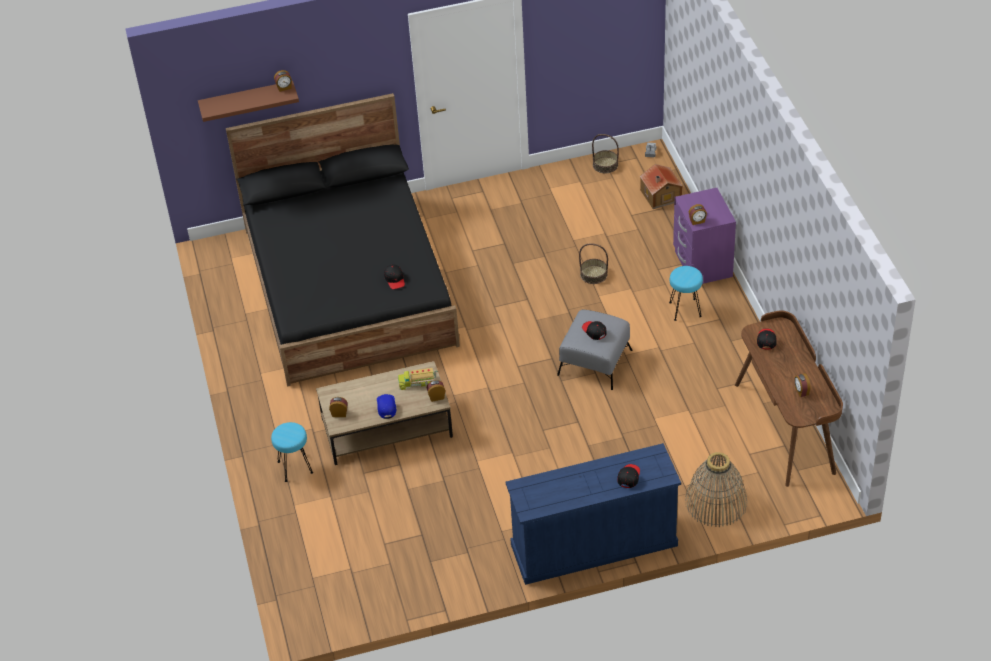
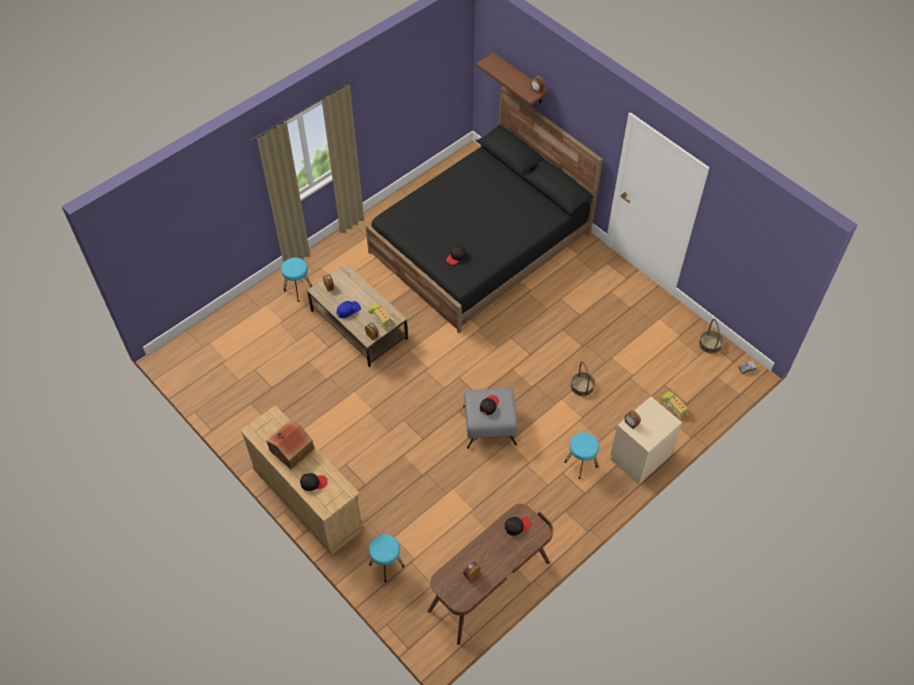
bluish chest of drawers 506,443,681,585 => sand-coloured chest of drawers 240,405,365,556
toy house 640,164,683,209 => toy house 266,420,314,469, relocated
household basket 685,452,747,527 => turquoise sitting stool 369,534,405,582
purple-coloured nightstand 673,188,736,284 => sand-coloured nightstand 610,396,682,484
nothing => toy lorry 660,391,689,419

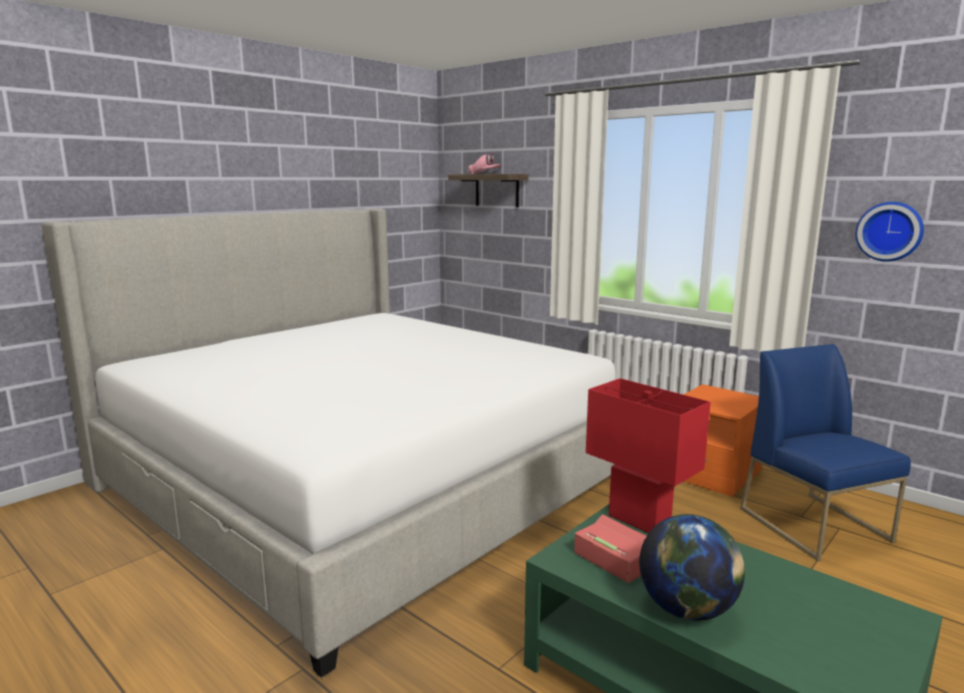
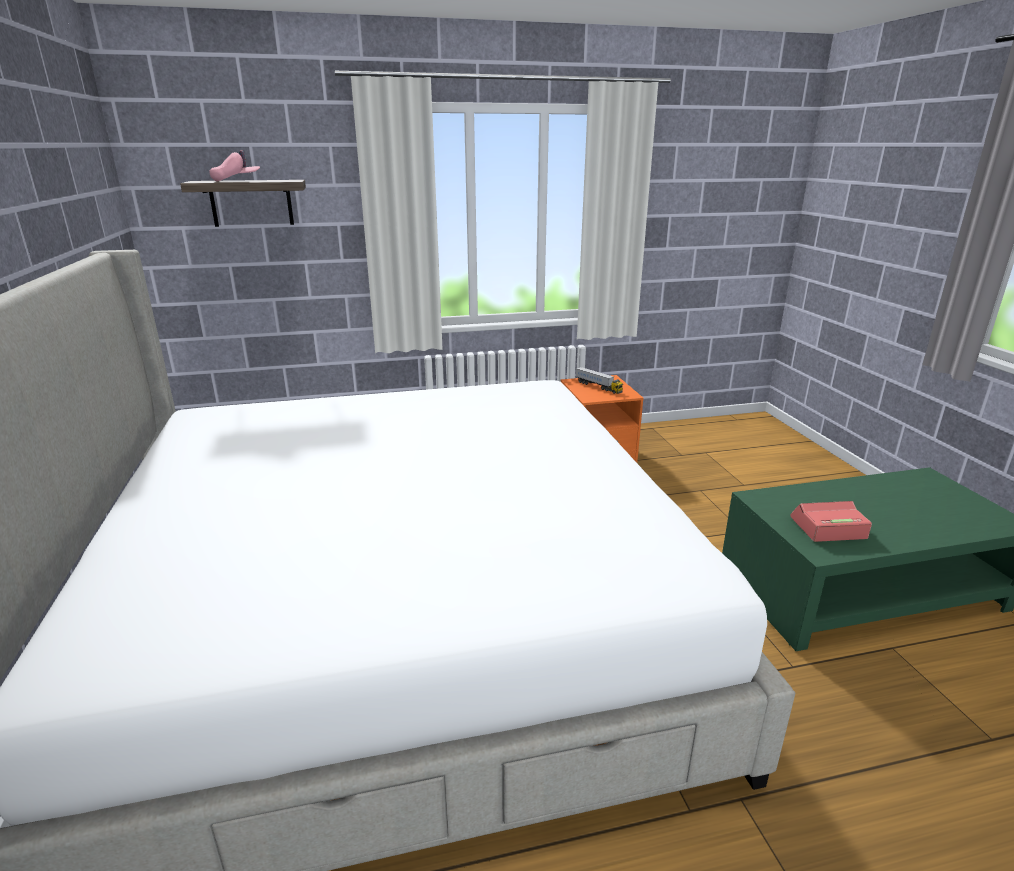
nothing => toy lorry 575,367,623,394
red-coloured table lamp 586,378,711,533 => nothing
world globe 639,514,745,621 => nothing
bluish chair 740,344,911,561 => nothing
wall clock 856,202,924,262 => nothing

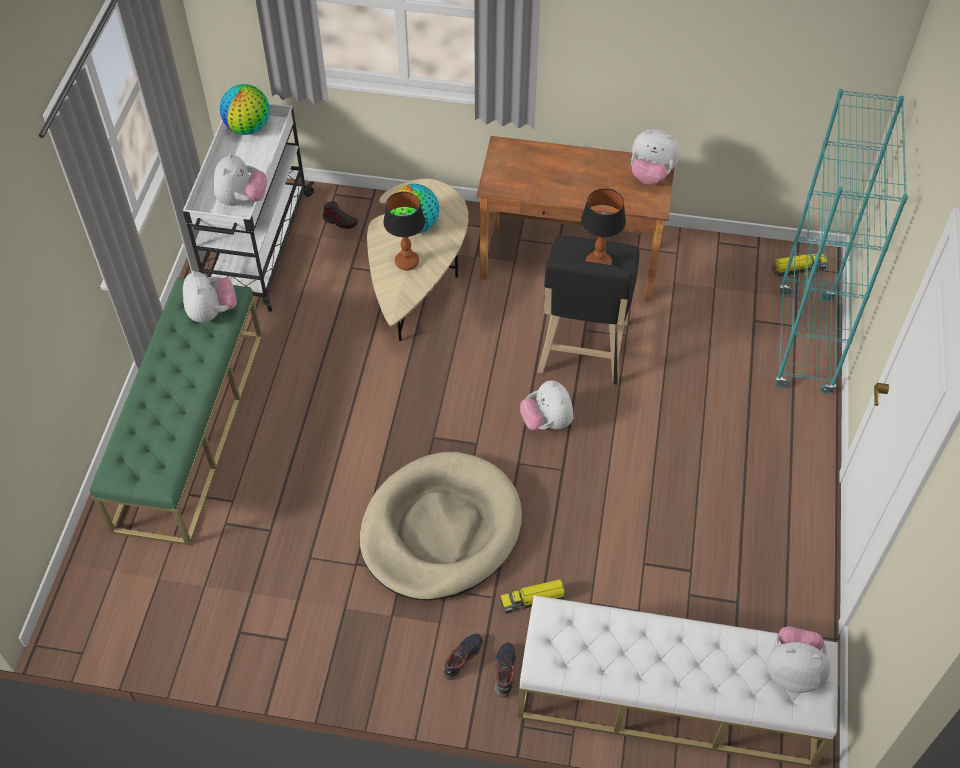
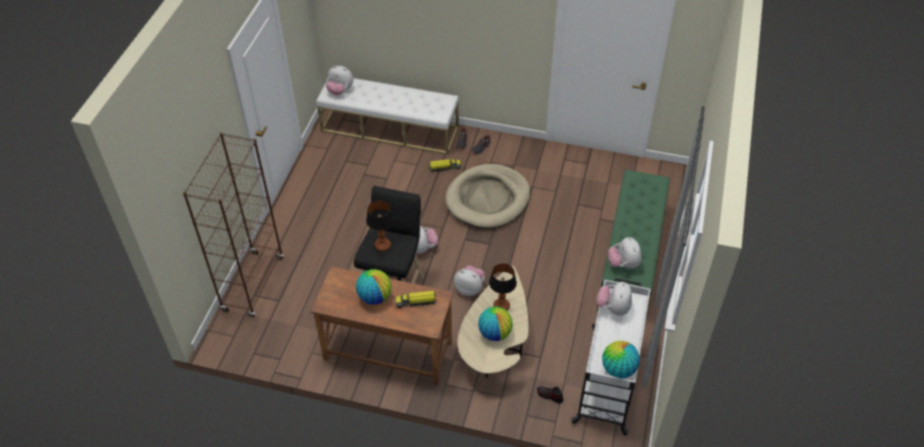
turquoise bookcase 775,89,908,394 => brown-coloured bookcase 183,132,284,318
nothing => world globe 356,269,391,305
toy lorry 772,252,828,277 => toy lorry 396,291,437,308, relocated
cuddly toy 631,129,680,185 => cuddly toy 454,266,485,296, relocated

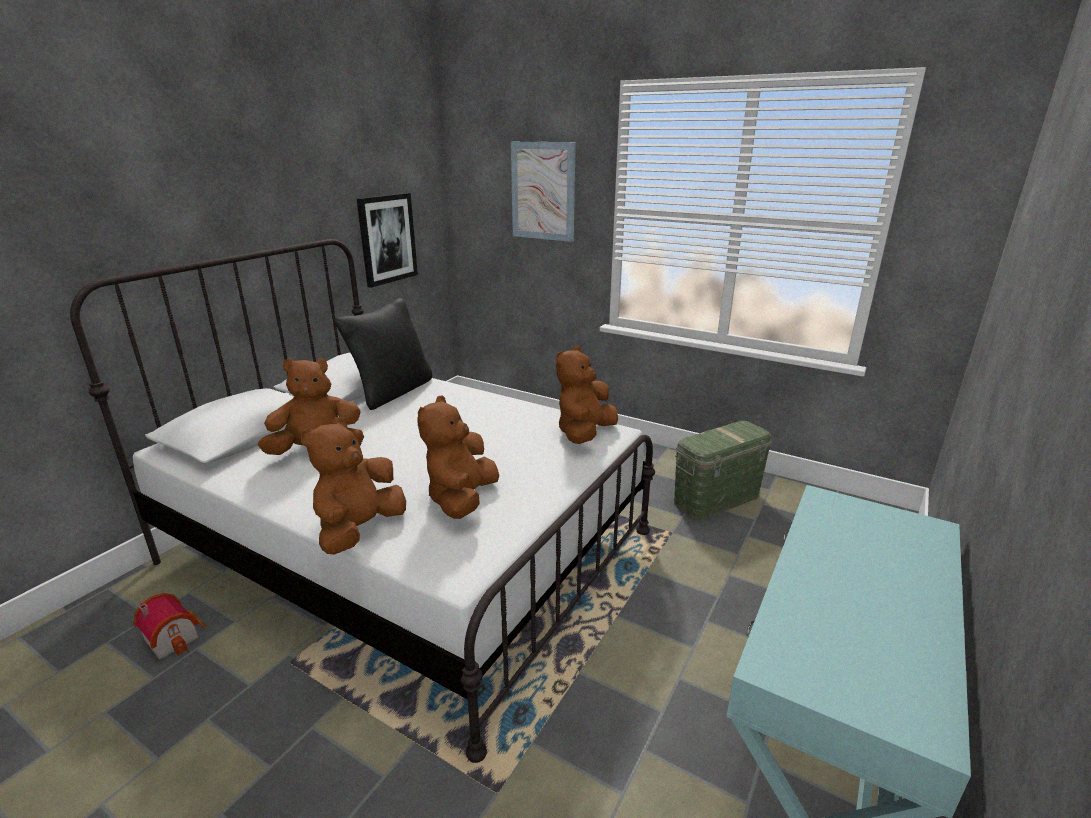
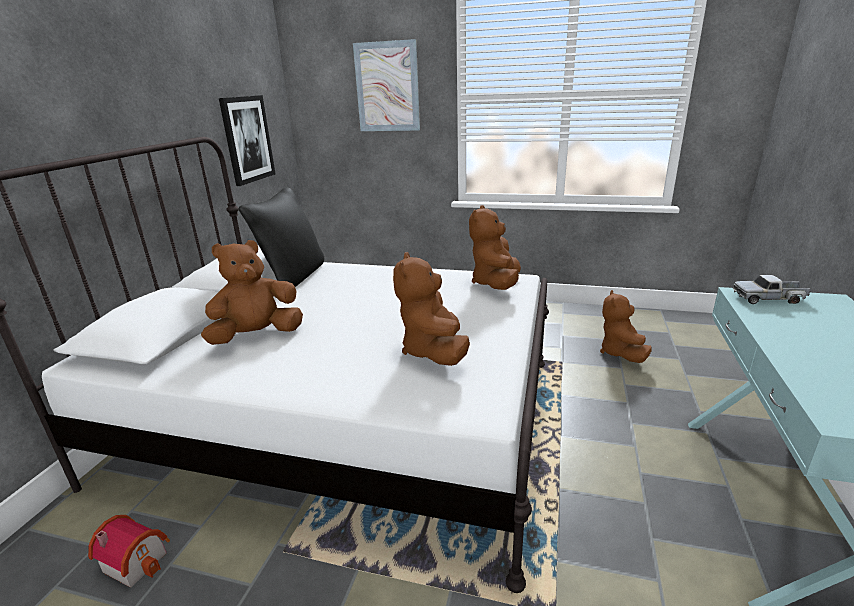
brown-coloured cuddly toy 300,417,406,555 => brown-coloured cuddly toy 600,290,652,363, relocated
nothing => toy lorry 733,275,811,304
green-coloured storage box 674,421,772,520 => nothing

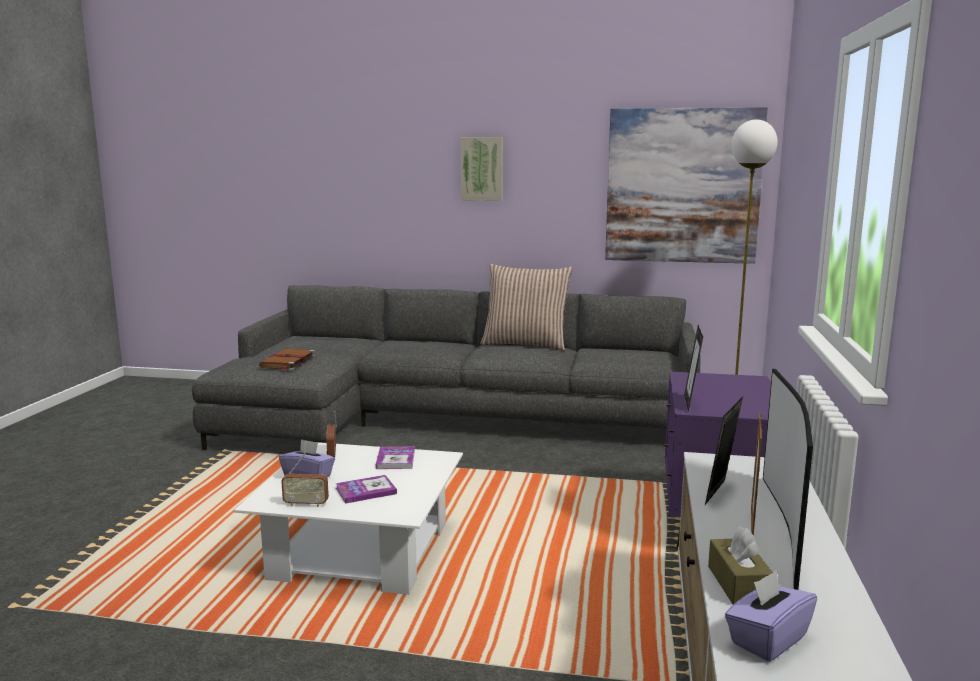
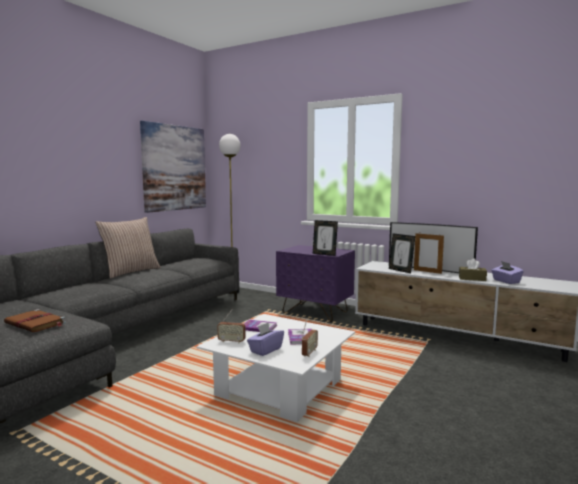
wall art 460,137,503,201 => nothing

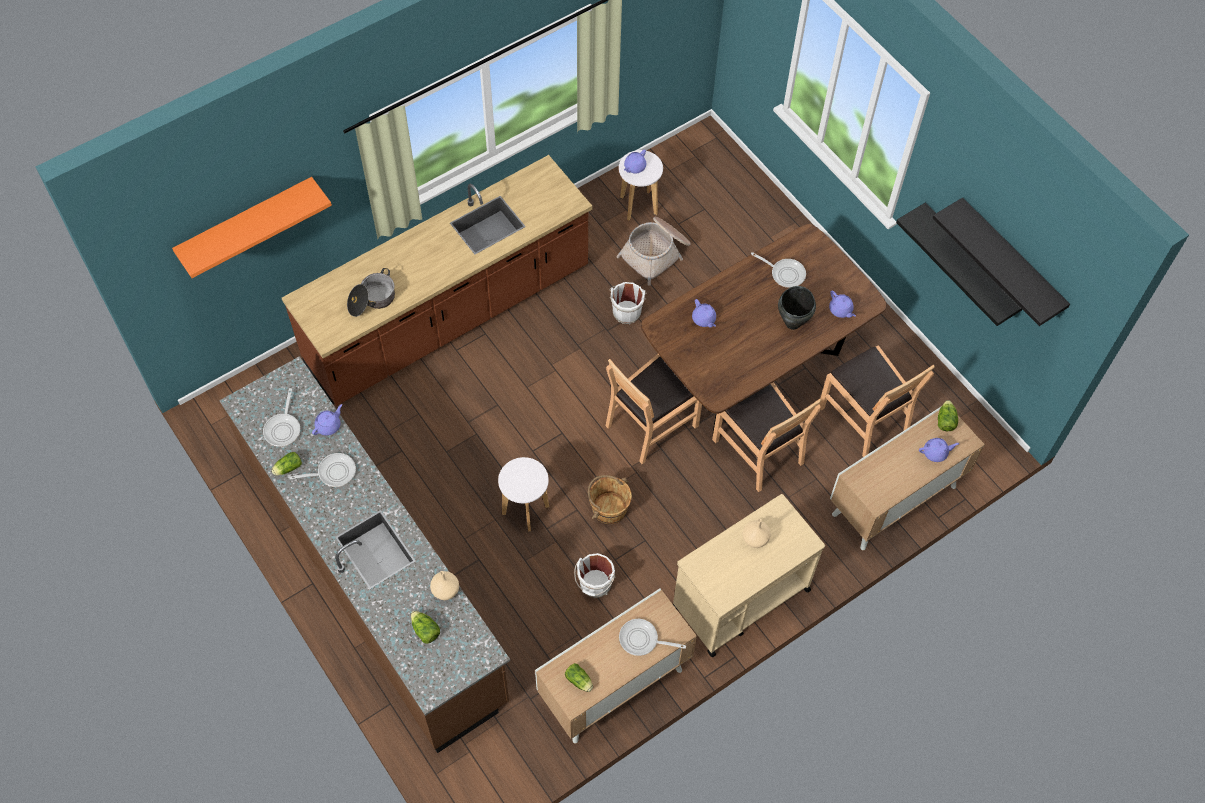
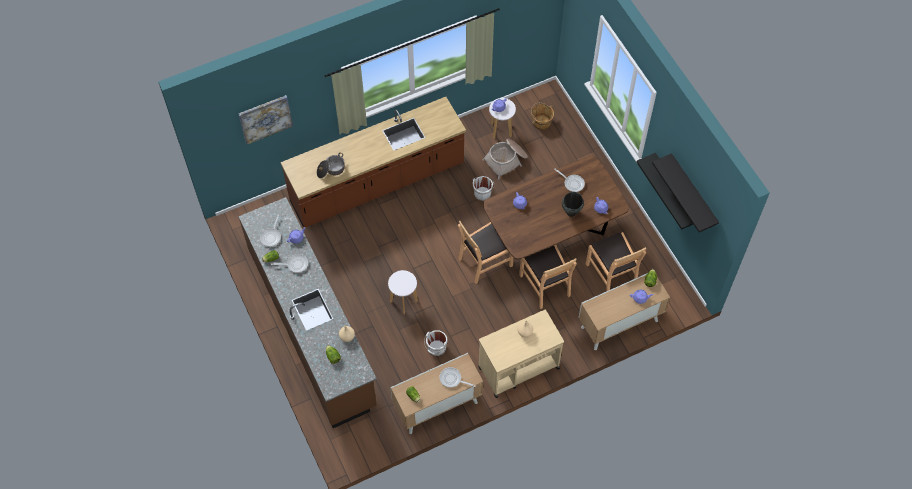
orange-coloured shelf 172,177,332,278 => wall art 239,95,293,144
brown-coloured water bucket 588,475,632,524 => brown-coloured water bucket 531,103,554,130, relocated

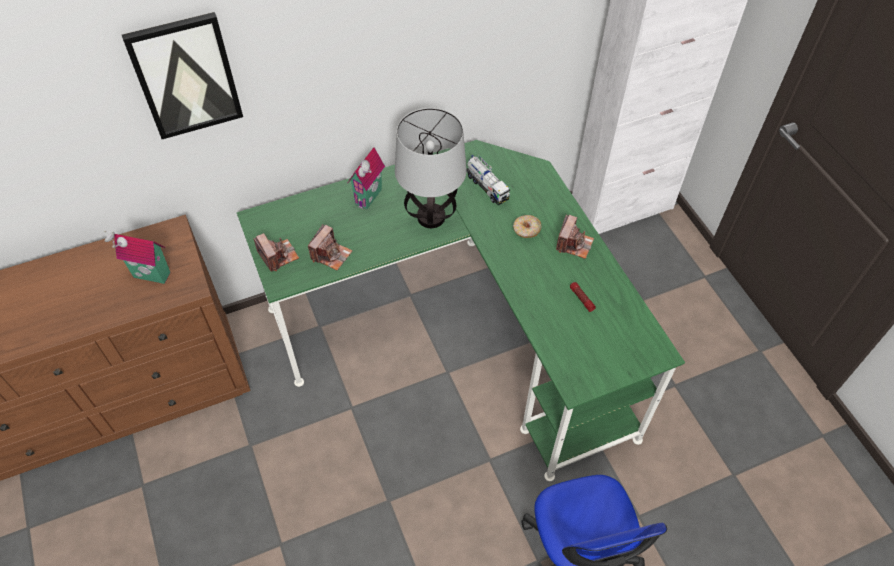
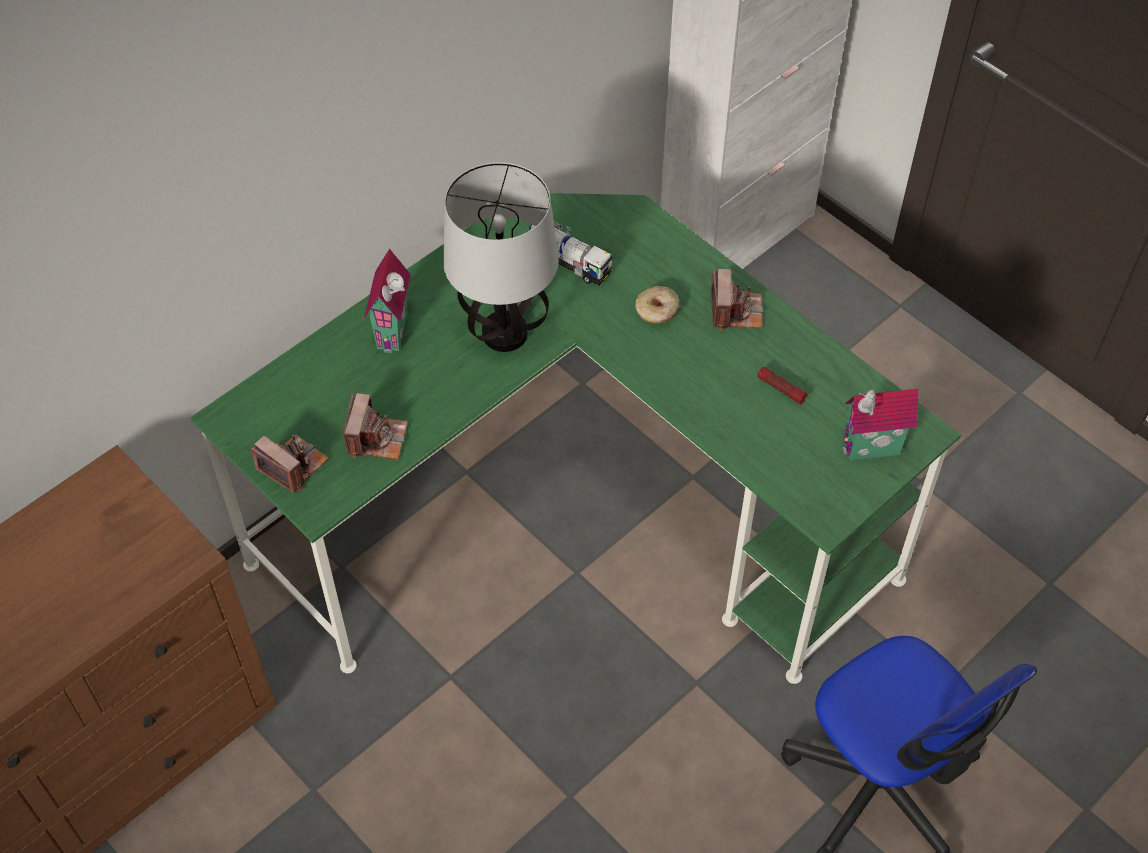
toy house 104,231,171,284 => toy house 842,389,919,461, relocated
wall art 122,12,243,139 => nothing

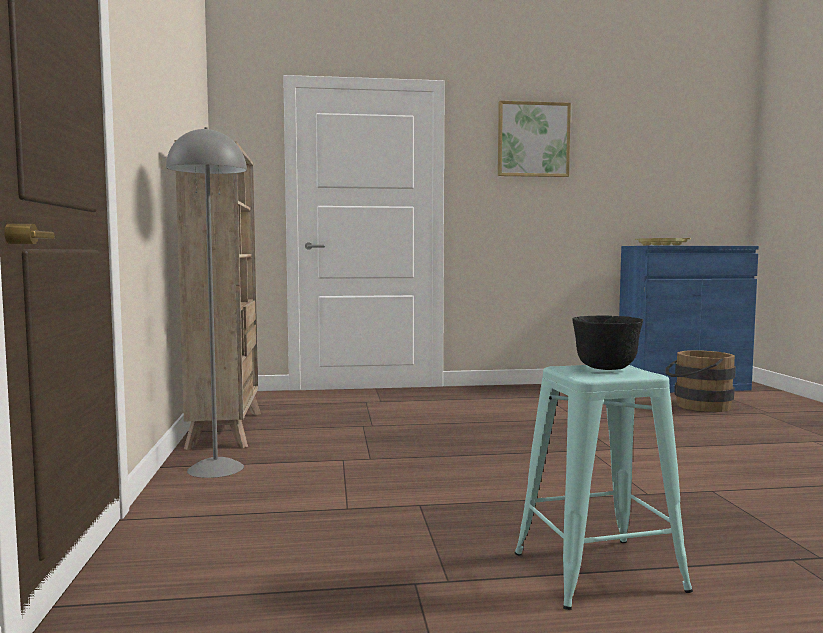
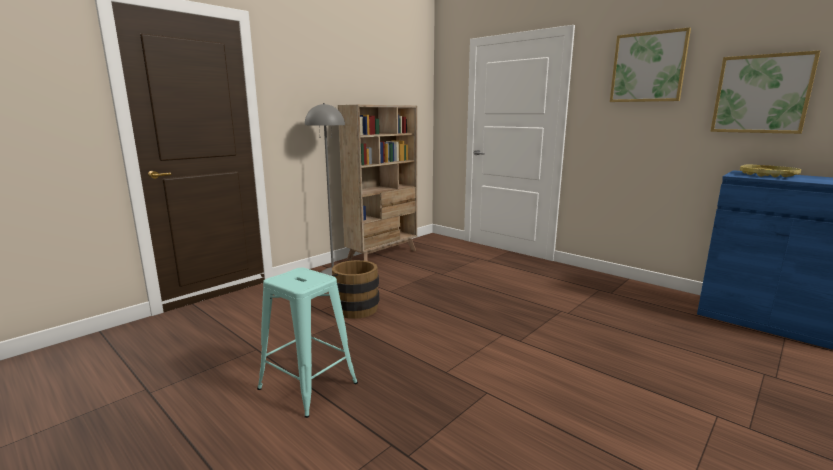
brown-coloured water bucket 665,350,736,412 => brown-coloured water bucket 332,260,379,319, relocated
nothing => wall art 710,50,820,134
black-coloured deep dish 573,316,643,370 => nothing

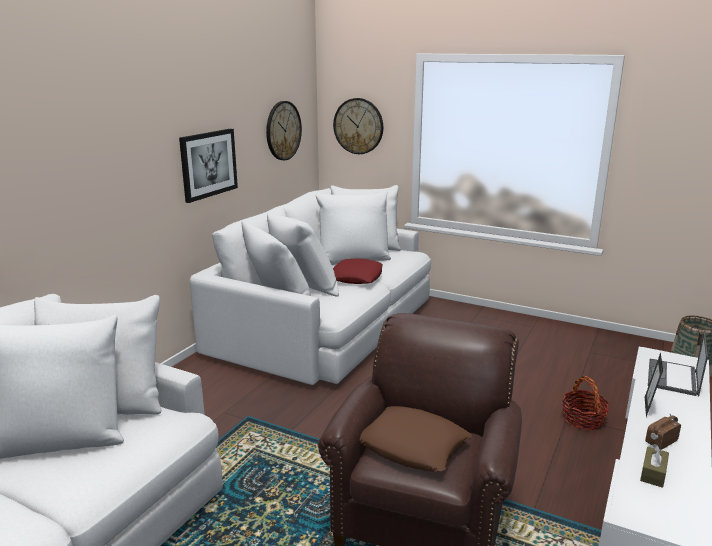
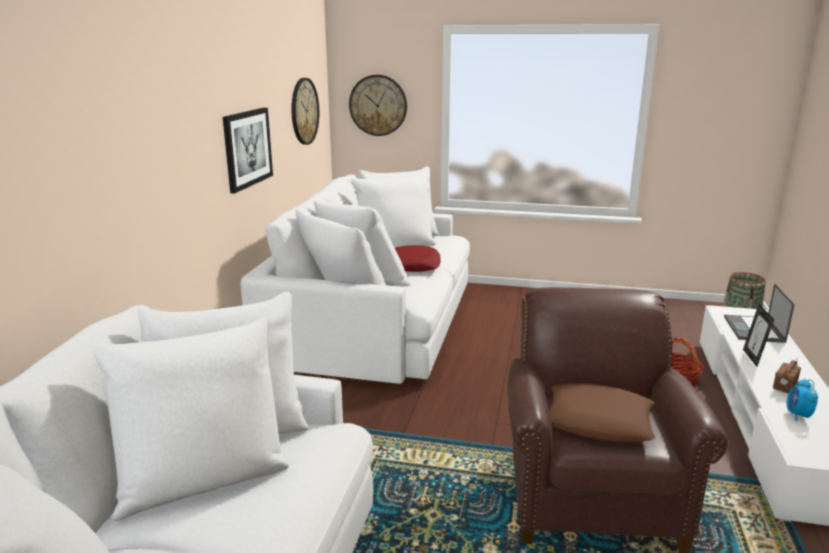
brown-coloured tissue holder 640,444,669,488 => alarm clock 787,379,818,421

